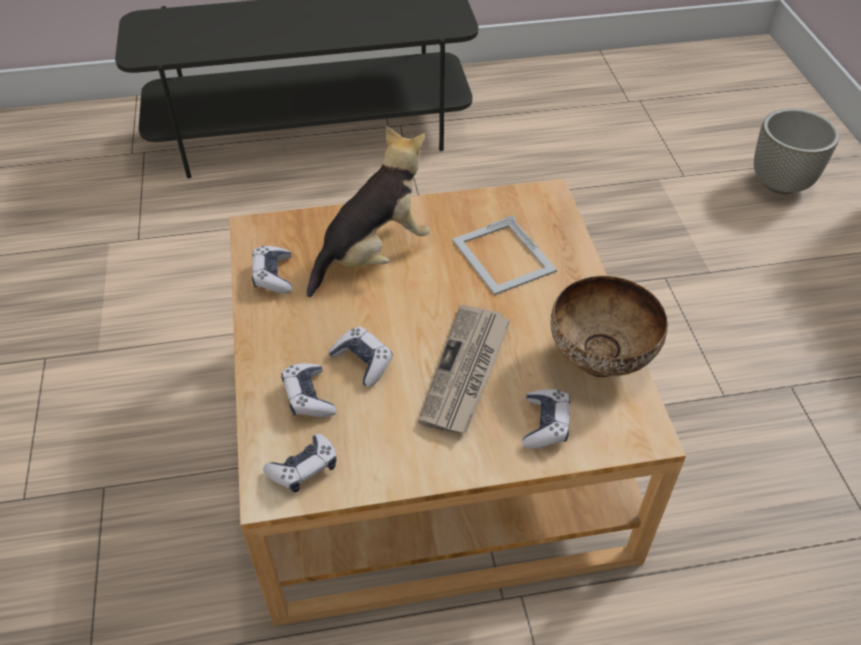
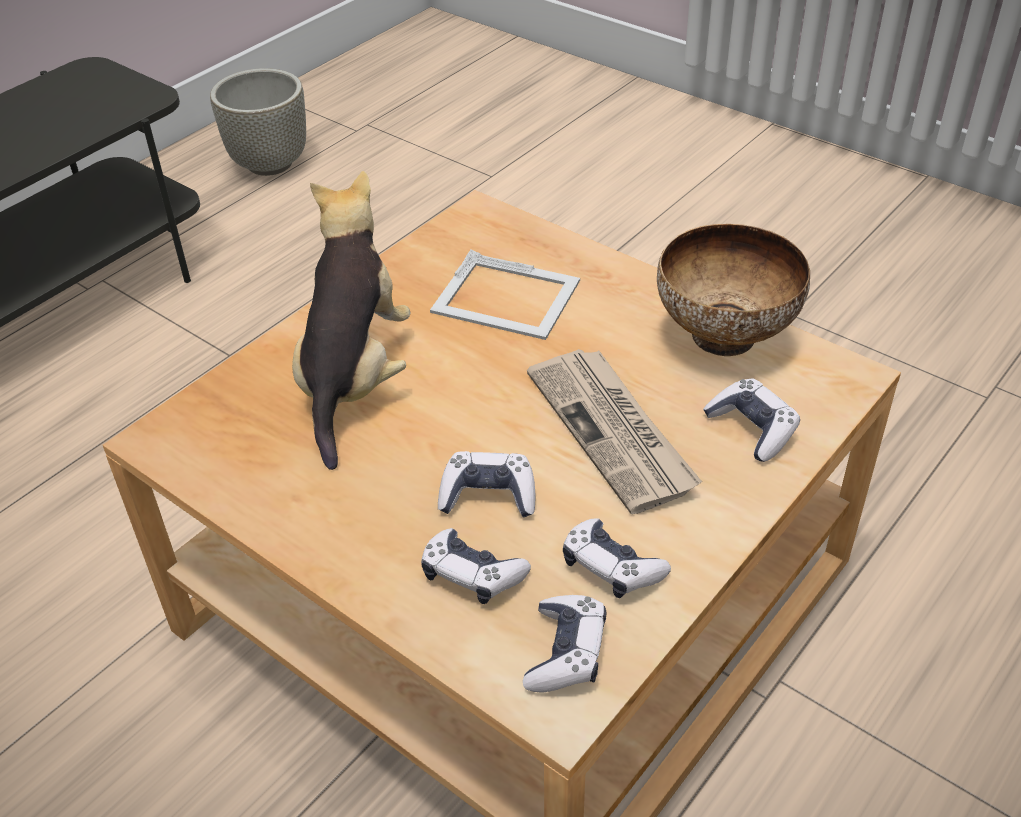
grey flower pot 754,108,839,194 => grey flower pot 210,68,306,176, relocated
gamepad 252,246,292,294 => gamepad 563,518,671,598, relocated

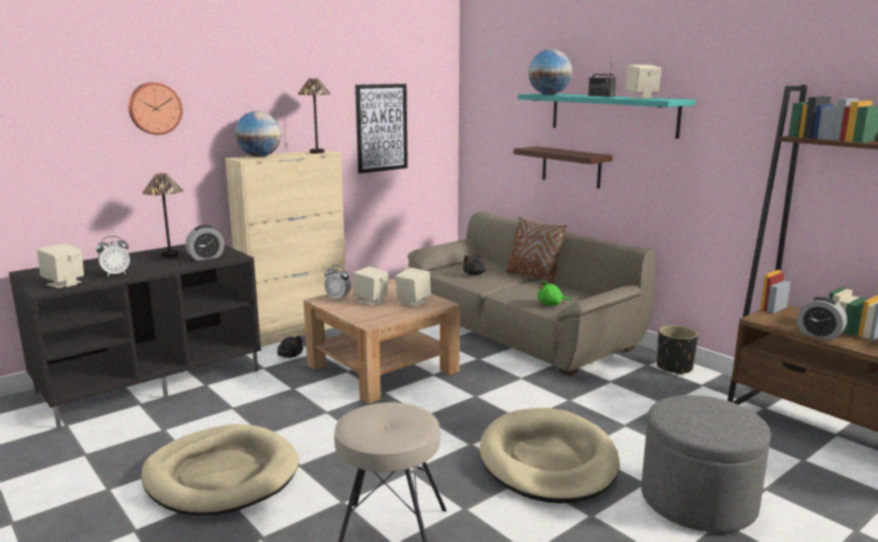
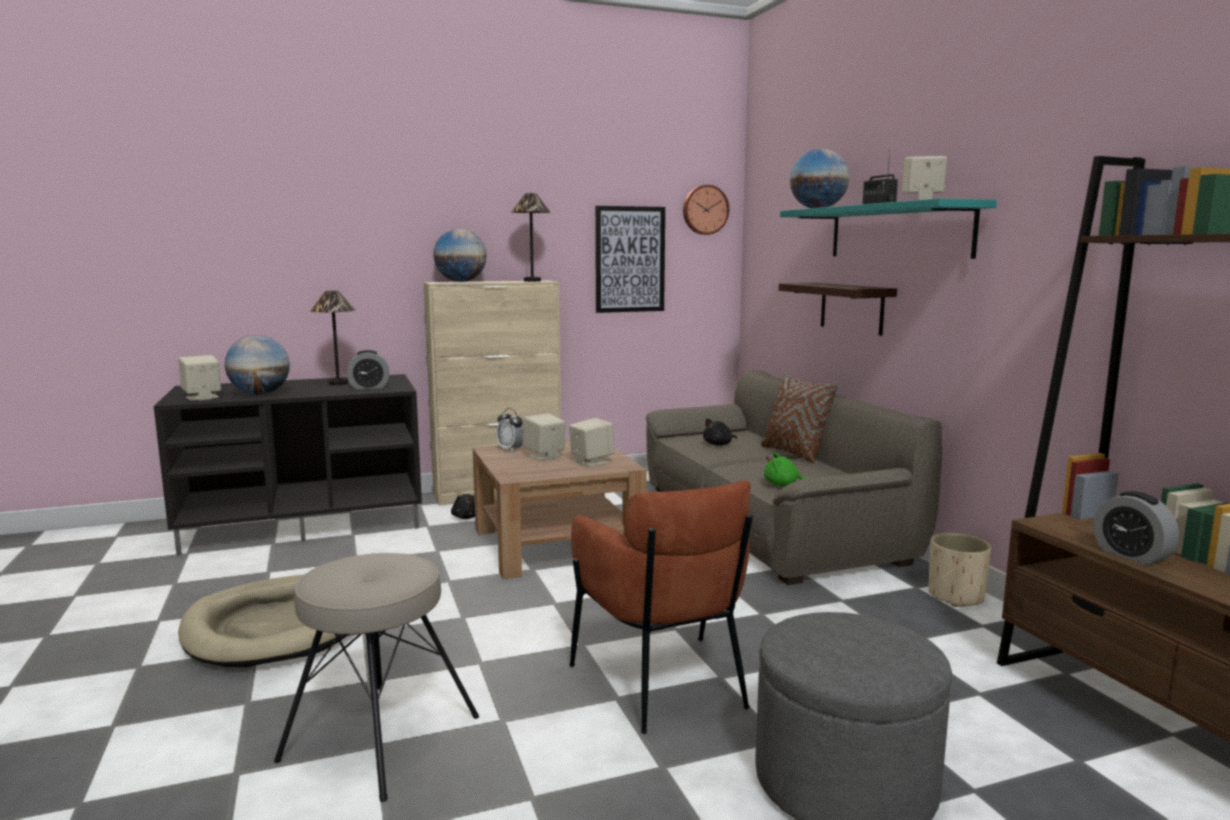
alarm clock 96,236,130,277 => world globe 225,335,290,395
sand-coloured pet bed 480,408,620,503 => brown-coloured easy chair 569,480,753,734
wall clock 128,82,183,135 => wall clock 683,185,729,235, relocated
black-coloured flower pot 657,325,698,375 => sand-coloured flower pot 929,533,992,607

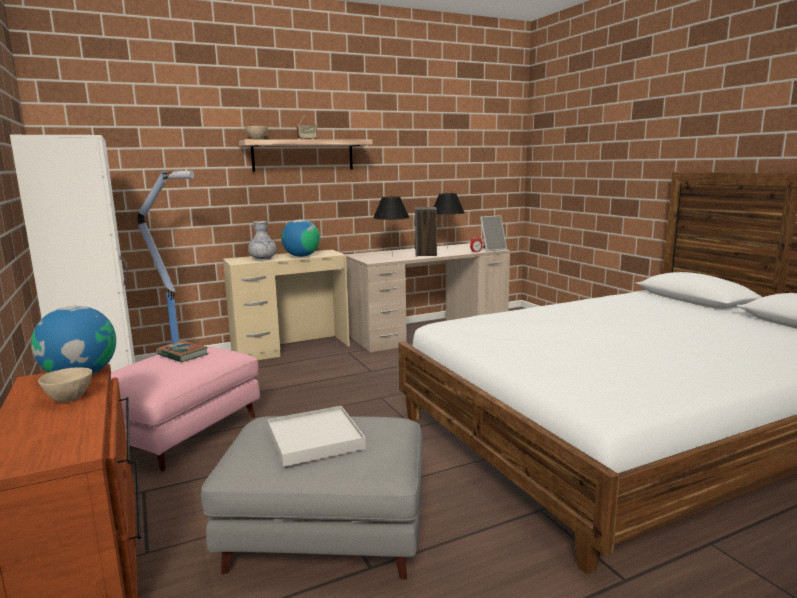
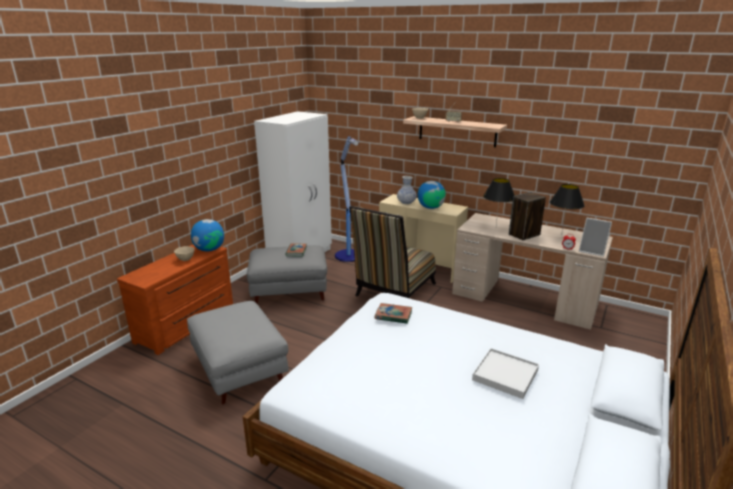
pinkish ottoman 111,346,260,472 => grey ottoman 247,245,327,304
nothing => chair 349,206,436,298
nothing => bound book 375,303,412,324
white-coloured carrying tray 267,406,366,467 => white-coloured carrying tray 472,348,539,399, relocated

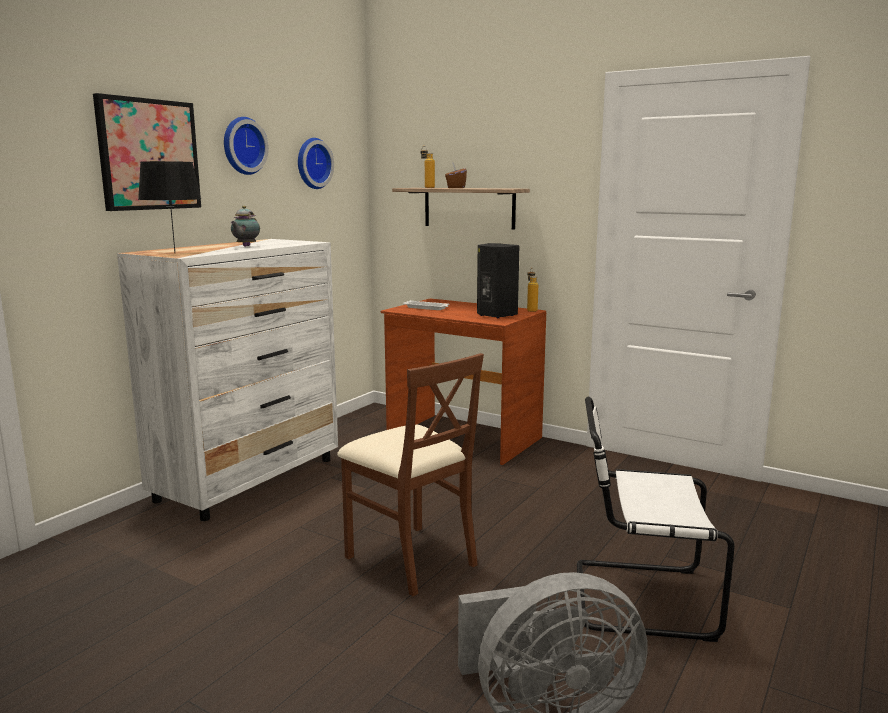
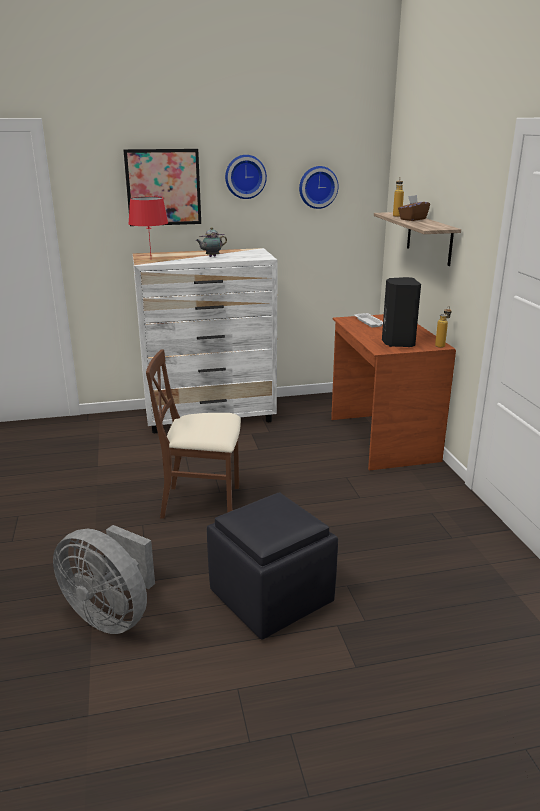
black-coloured table lamp 138,161,201,252 => red-coloured table lamp 128,197,168,254
brown-coloured chair 337,353,484,596 => brown-coloured chair 146,349,241,519, 90 degrees clockwise
white-coloured chair 577,397,735,642 => black-coloured ottoman 207,492,338,640

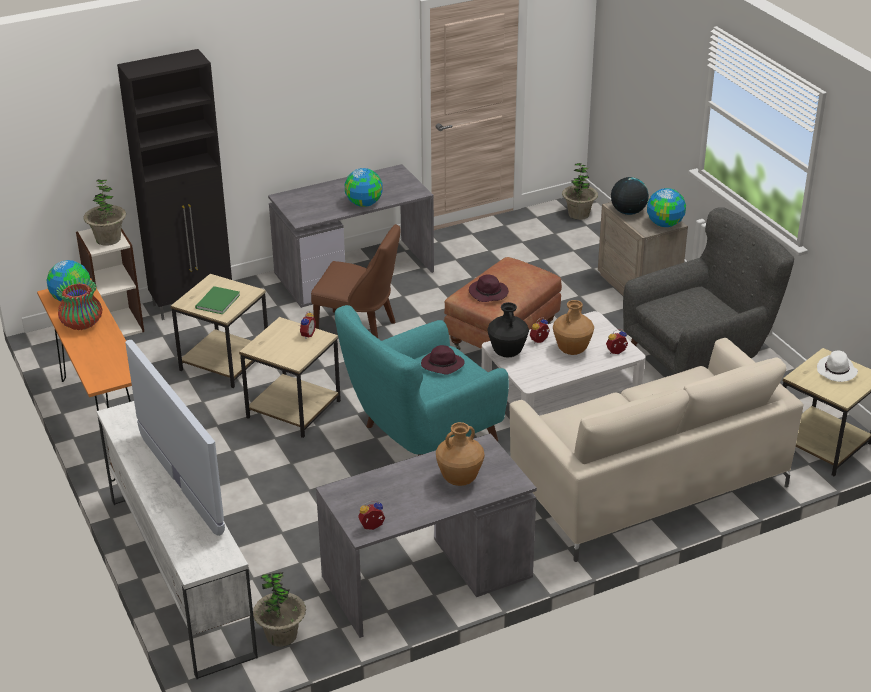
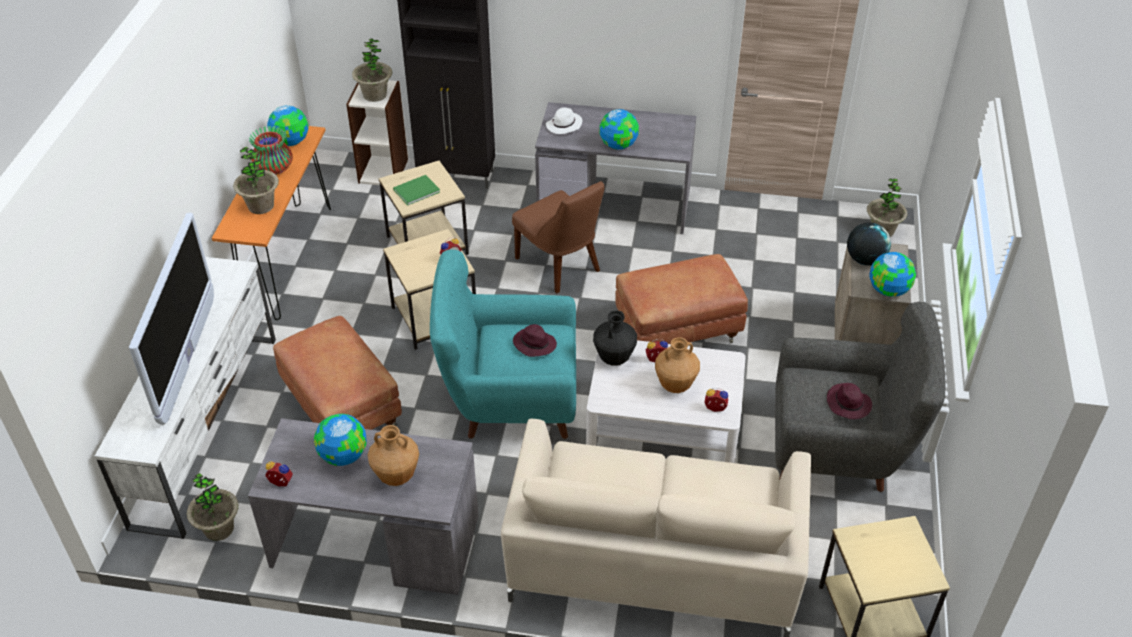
nothing => potted plant 233,147,279,214
nothing => brown-coloured ottoman 273,316,402,430
nothing => world globe 314,414,367,466
white-coloured wearable hat 817,351,858,382 => white-coloured wearable hat 546,107,582,134, relocated
purple-coloured wearable hat 469,274,509,302 => purple-coloured wearable hat 827,383,872,419, relocated

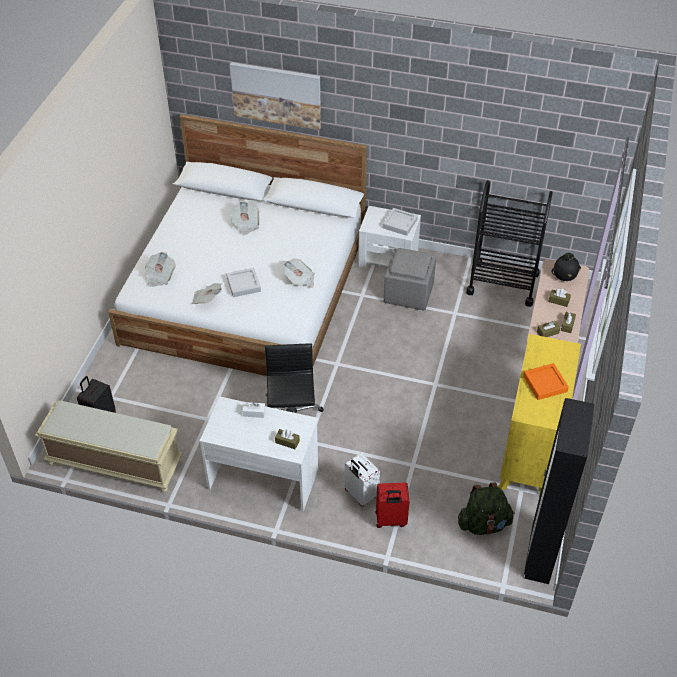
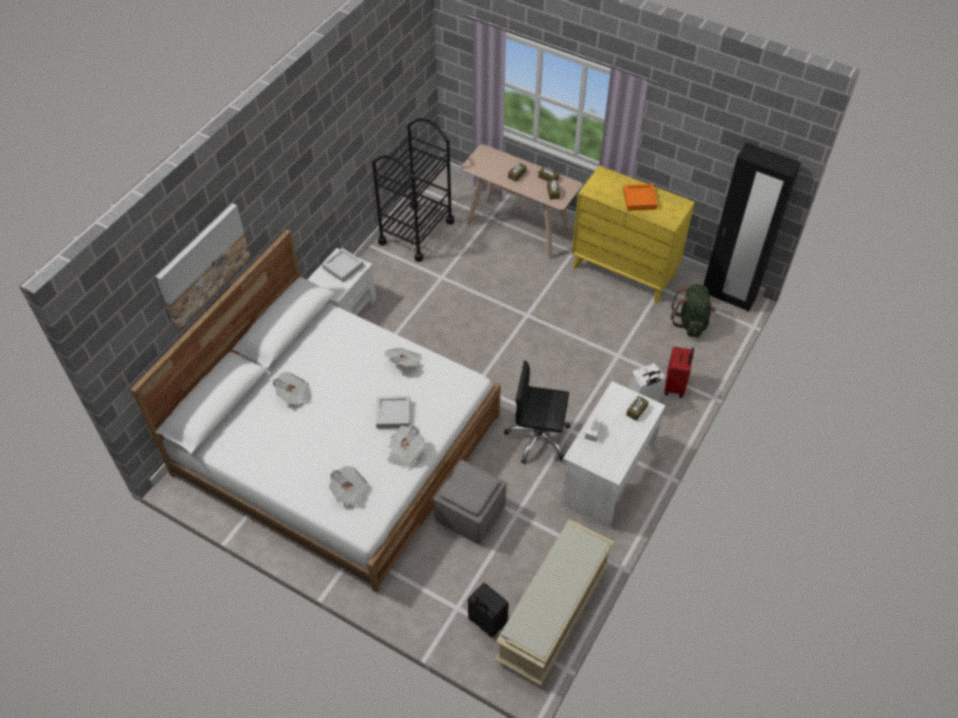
grey ottoman 384,248,436,310 => grey ottoman 434,460,507,544, relocated
black-coloured flower vase 551,253,581,281 => nothing

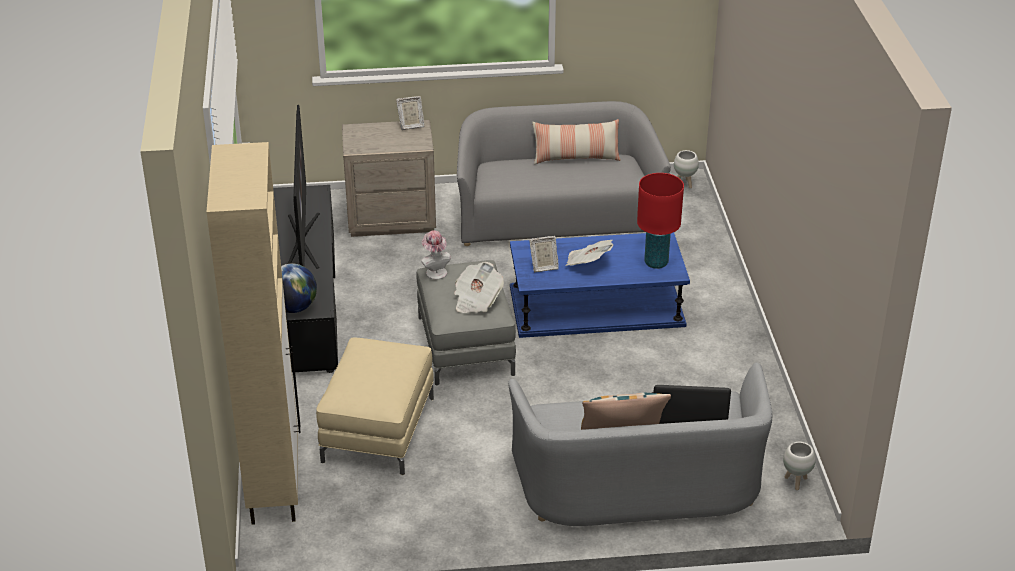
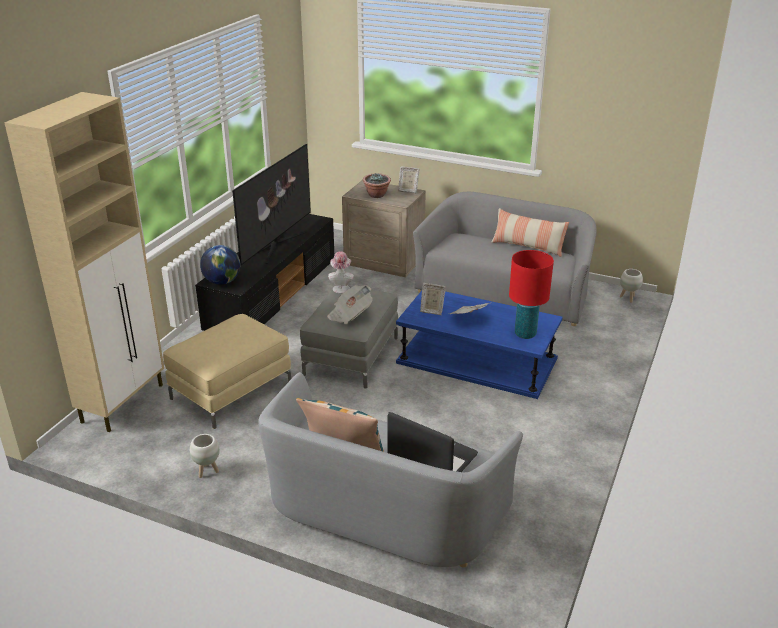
white-coloured flower pot 783,442,816,490 => white-coloured flower pot 190,434,219,478, relocated
nothing => potted plant 363,173,391,198

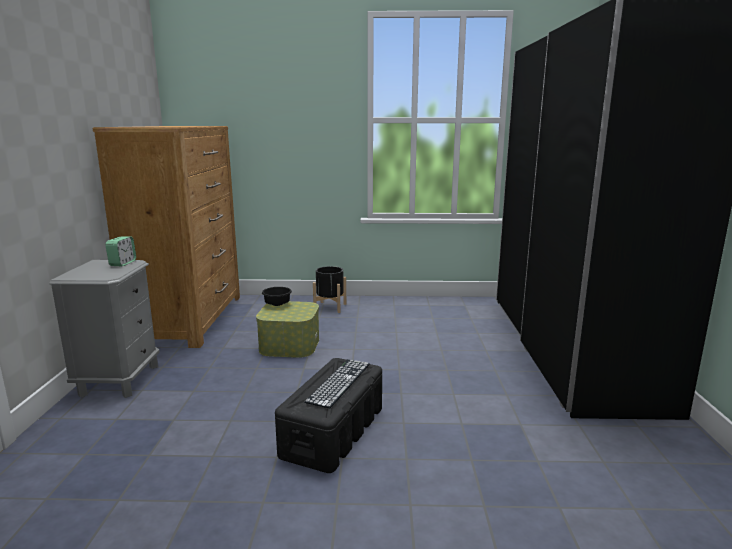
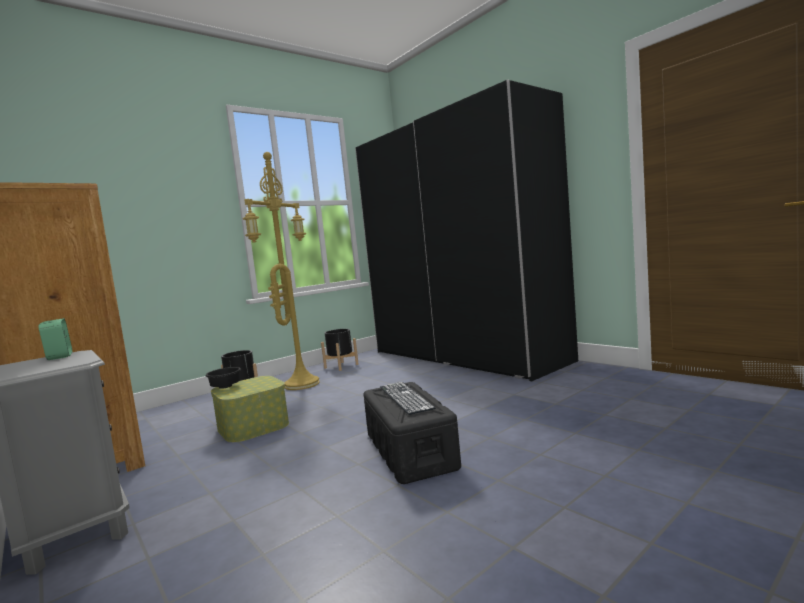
nothing => yellowish standing lamp 243,152,319,390
nothing => black-coloured flower pot 321,329,359,371

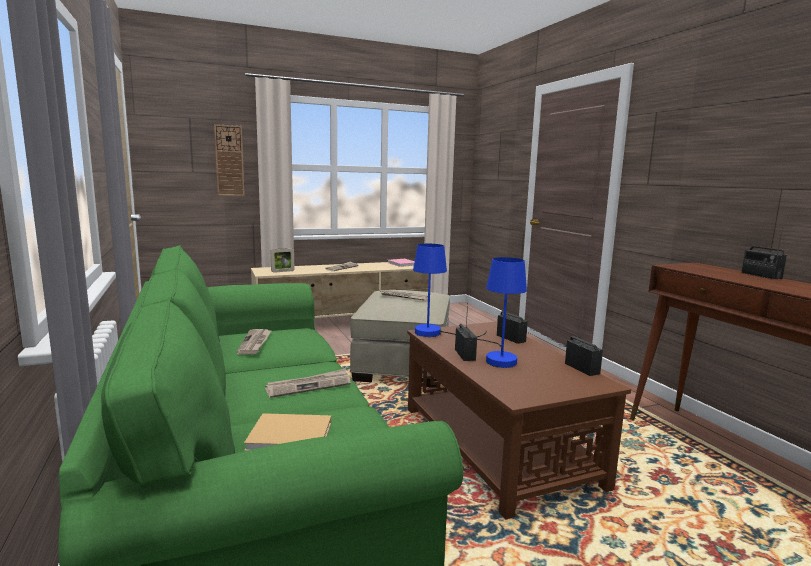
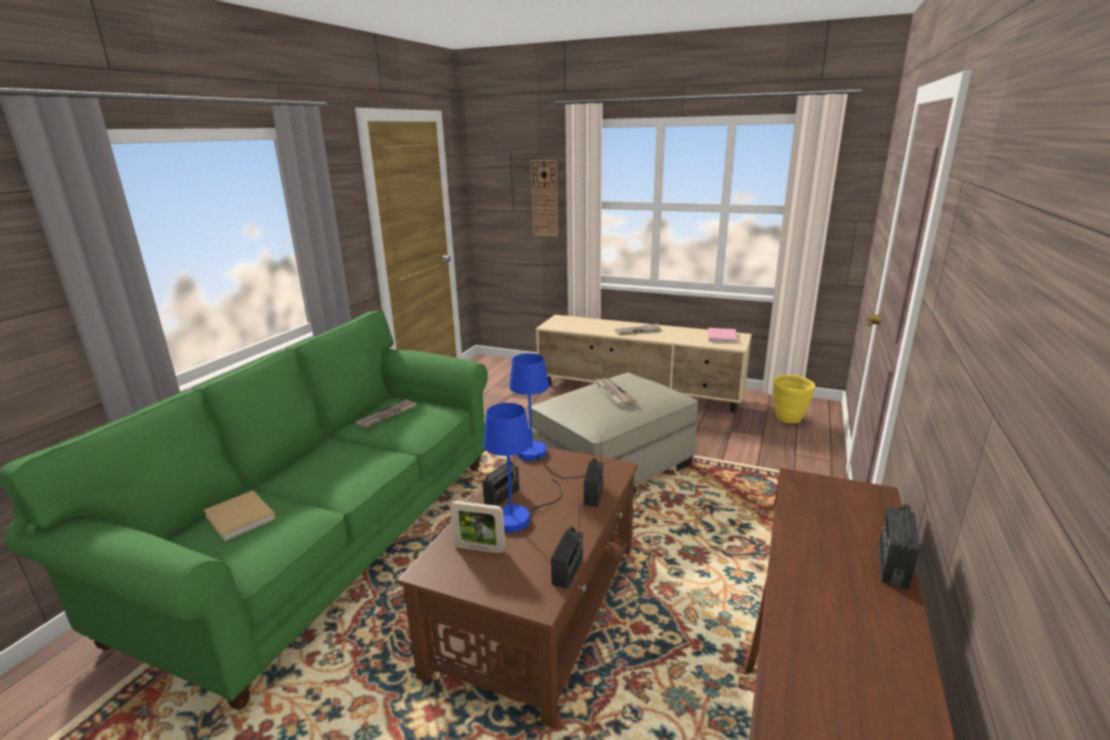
picture frame 271,248,294,273 => picture frame 450,501,505,553, relocated
nothing => yellowish flower pot 774,375,815,423
newspaper 265,369,351,398 => nothing

